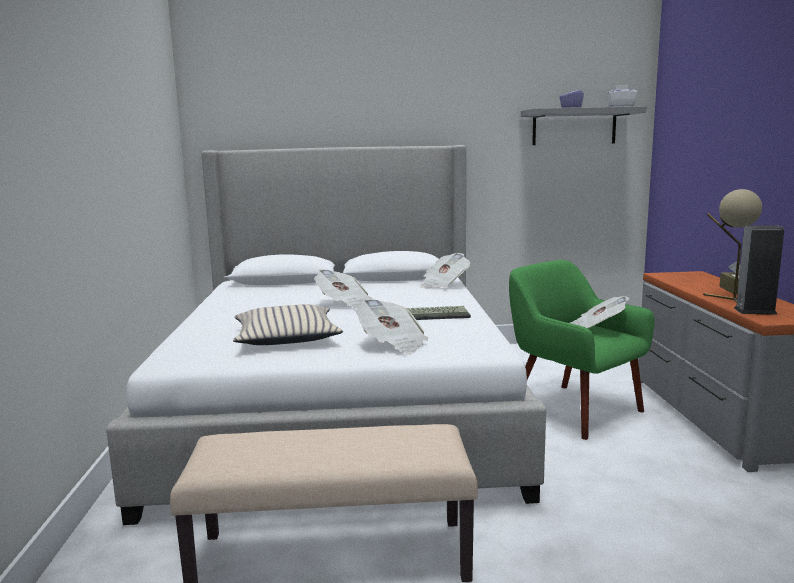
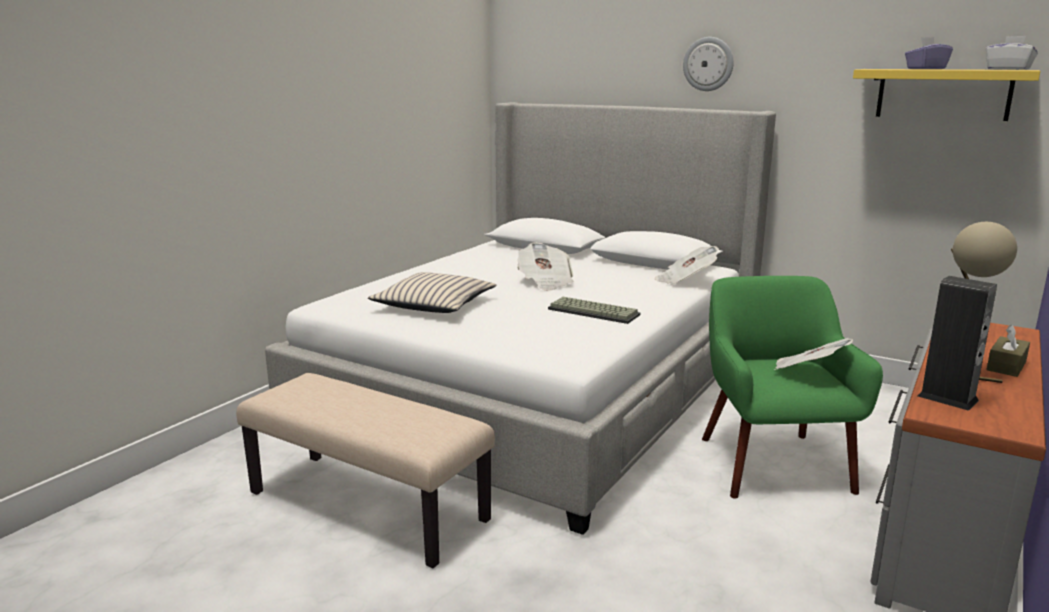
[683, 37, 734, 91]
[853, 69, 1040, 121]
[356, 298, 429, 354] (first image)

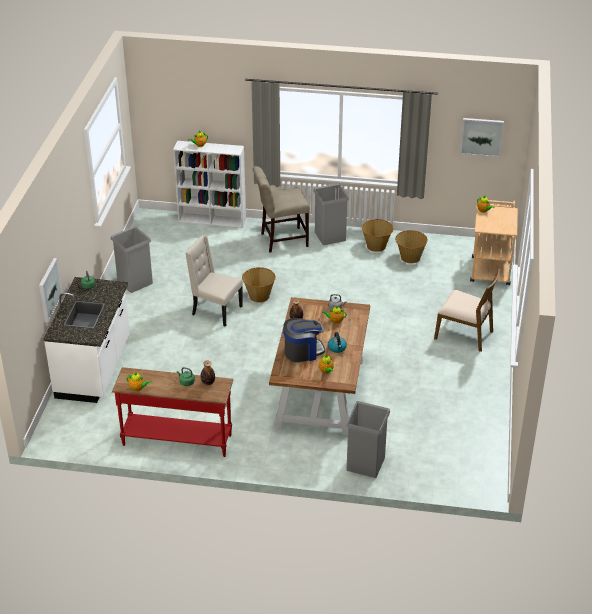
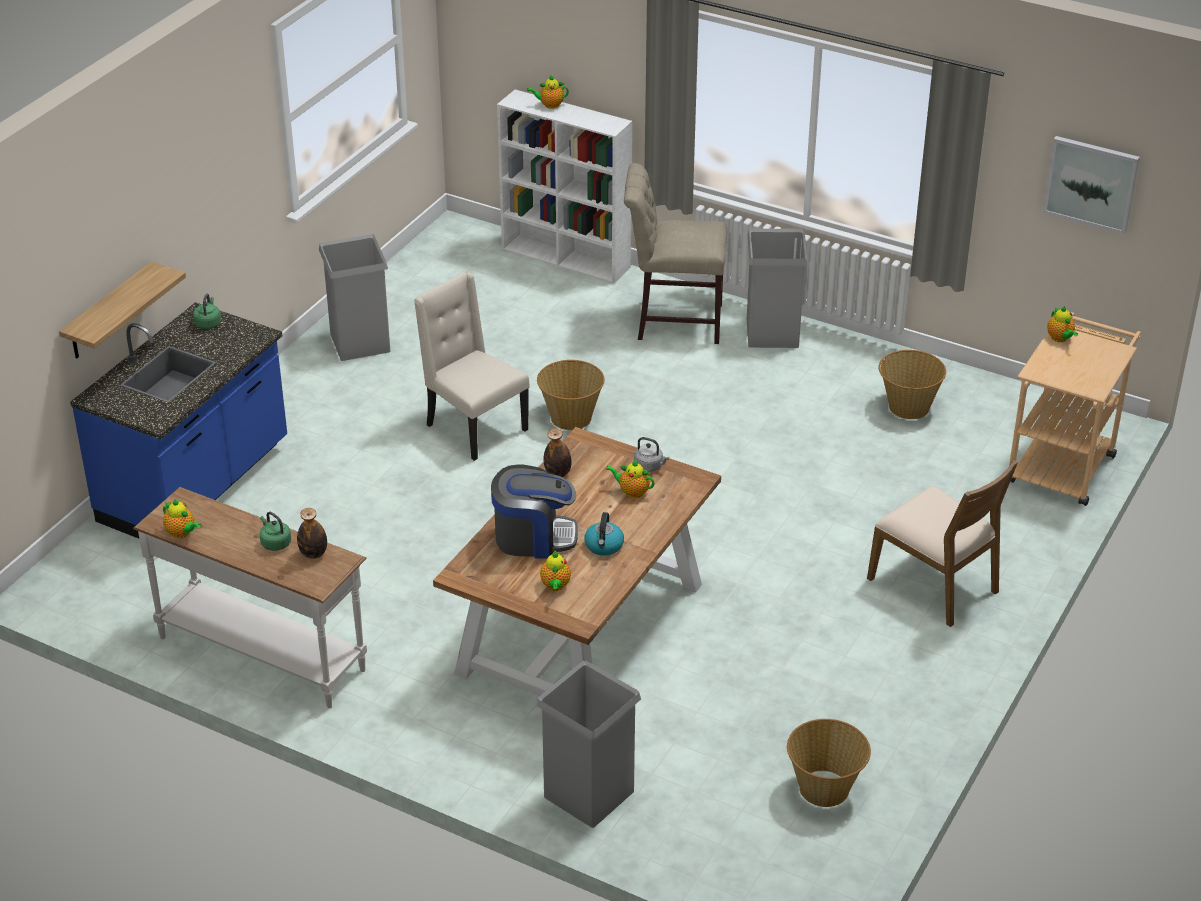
[59, 261, 186, 359]
[70, 302, 287, 539]
[133, 487, 367, 708]
[787, 719, 871, 807]

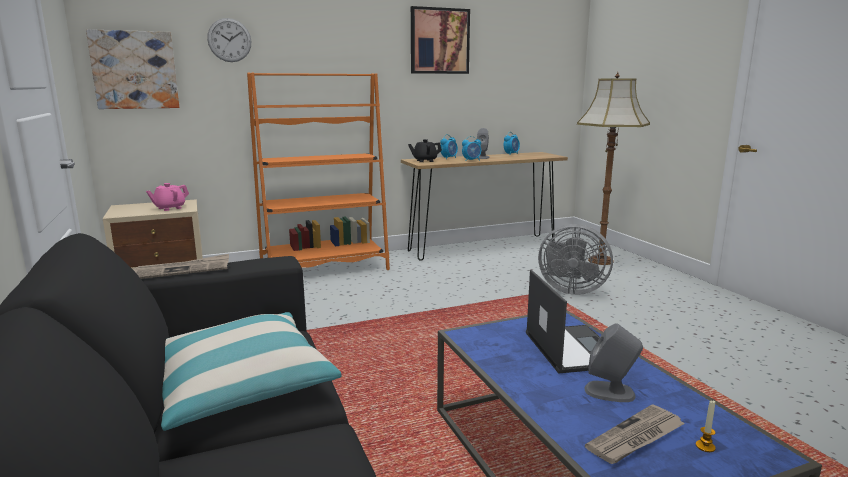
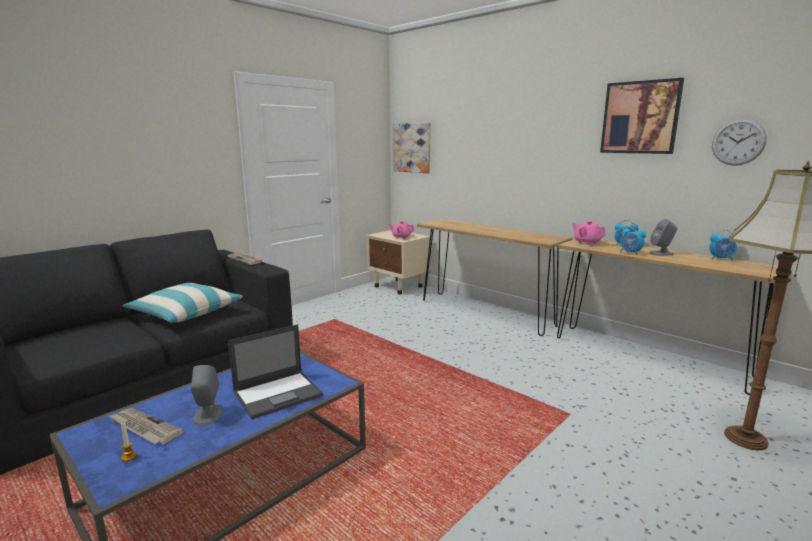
[417, 219, 573, 336]
[572, 221, 606, 245]
[712, 119, 767, 166]
[538, 224, 613, 295] (first image)

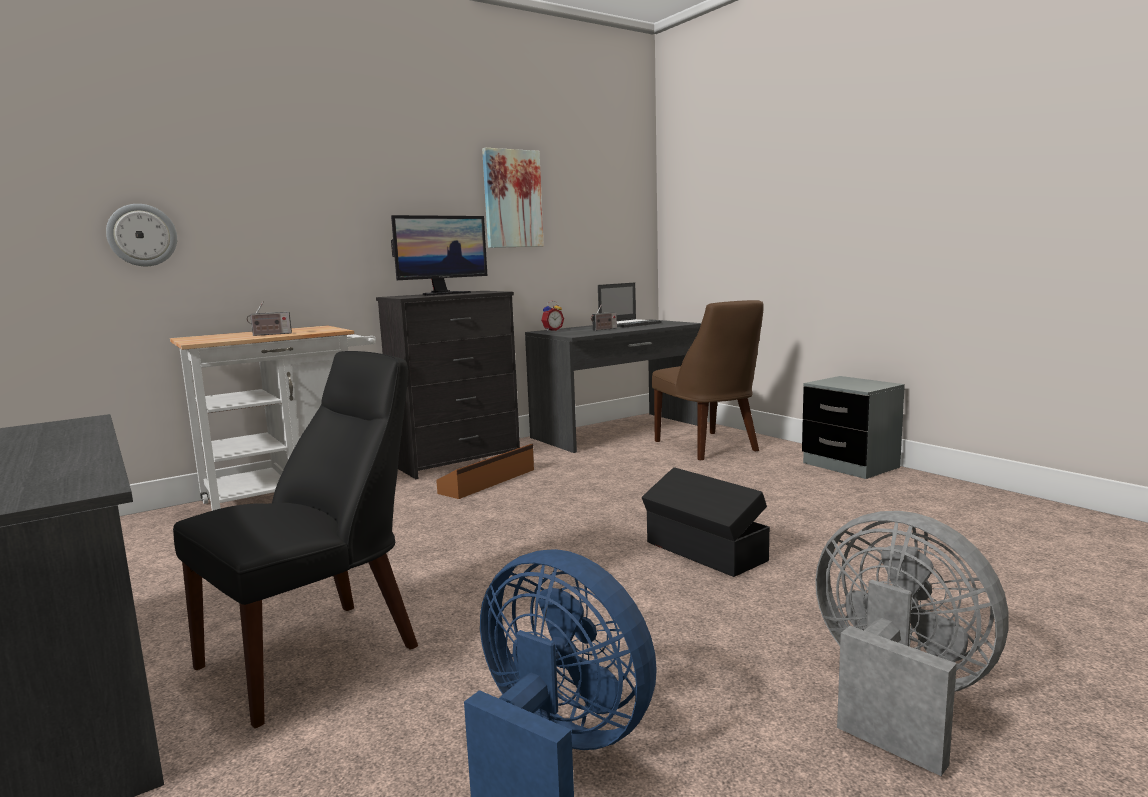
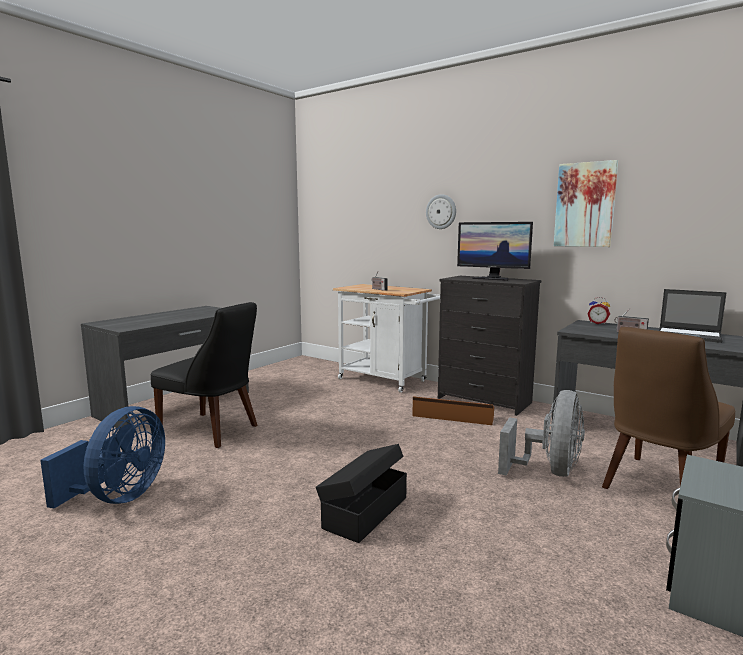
[426, 194, 456, 229]
[498, 390, 585, 477]

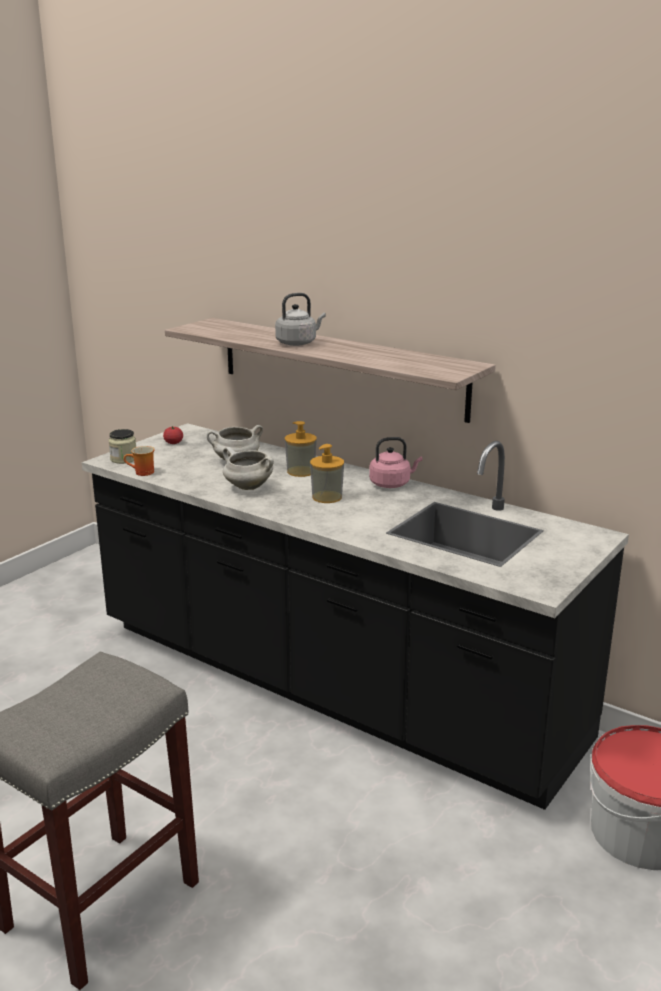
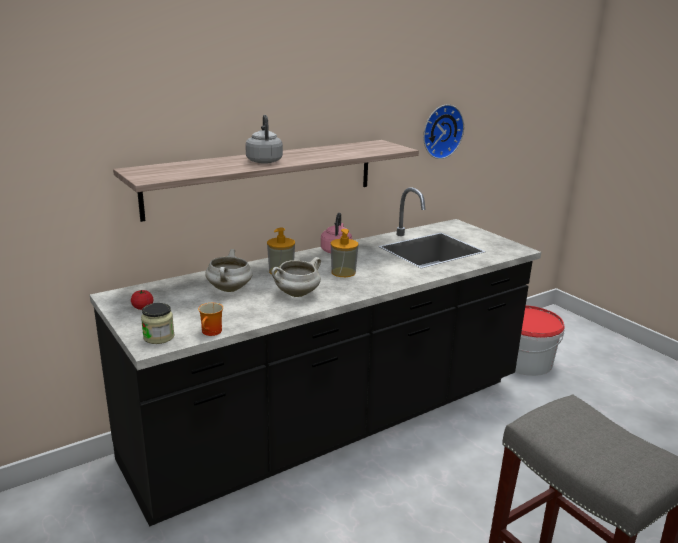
[423, 104, 464, 159]

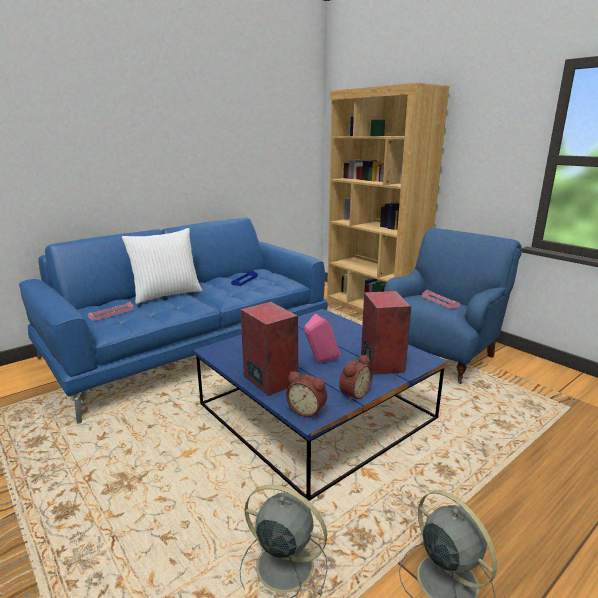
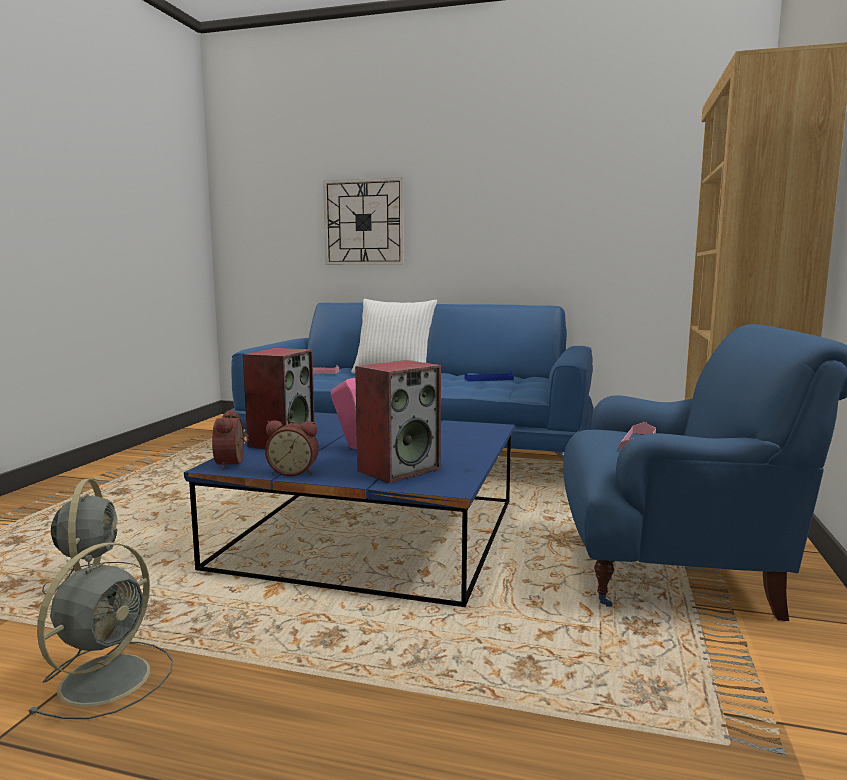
[323, 177, 404, 265]

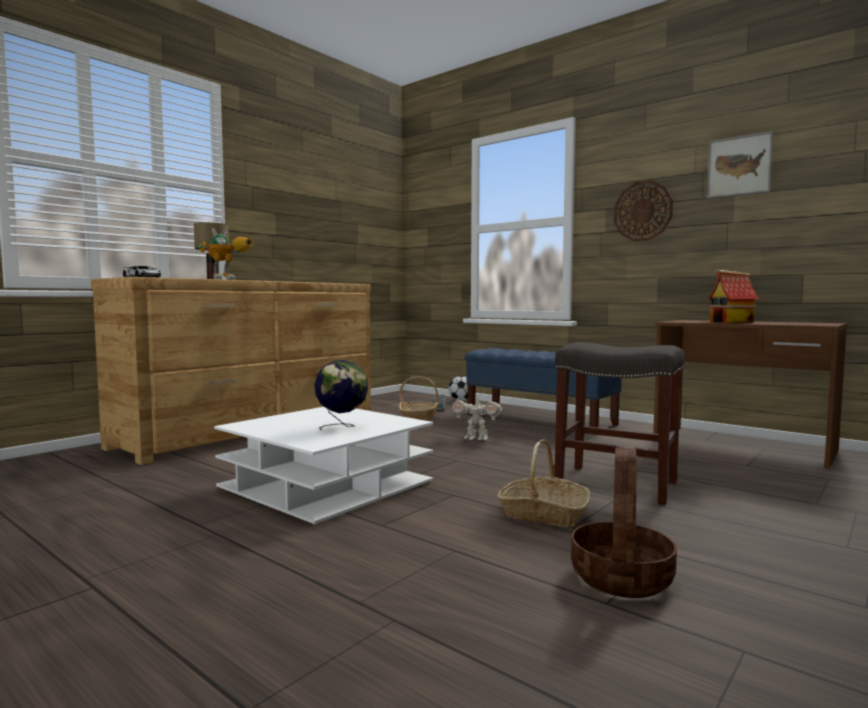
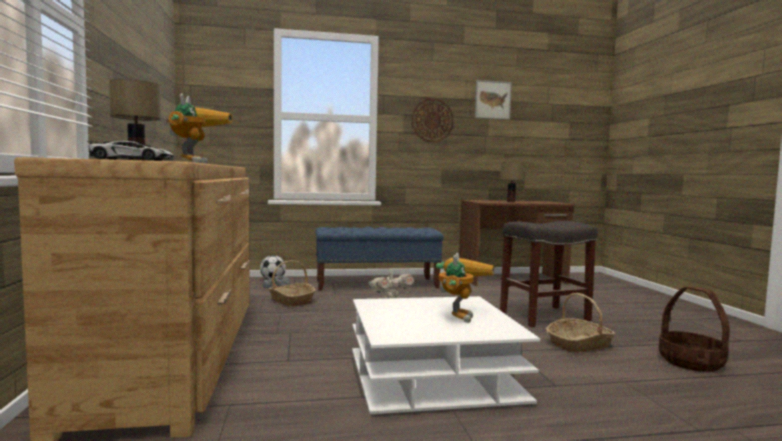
[436, 253, 494, 323]
[501, 163, 524, 202]

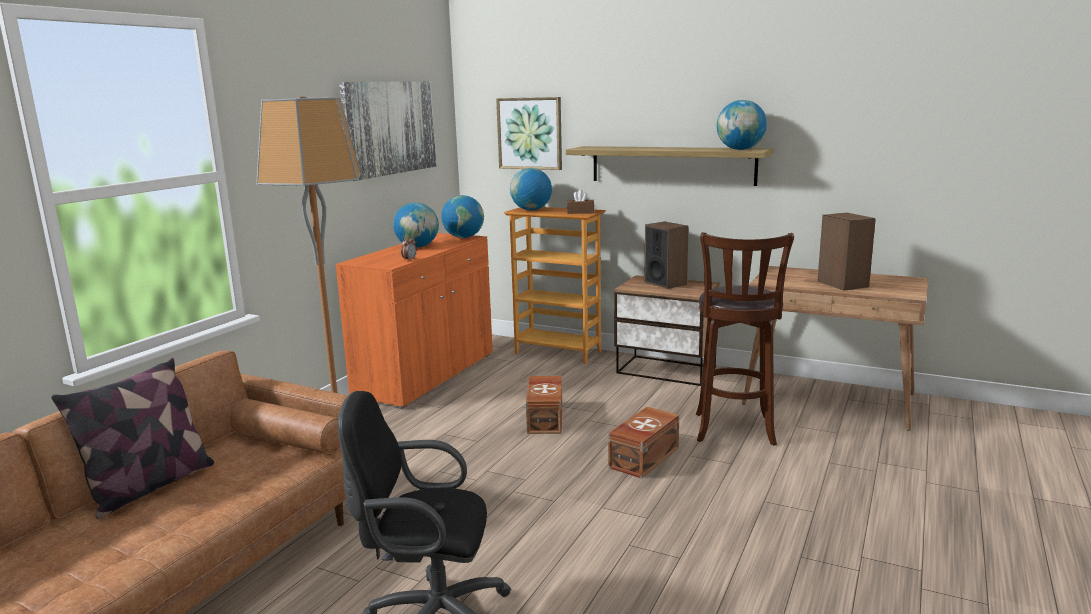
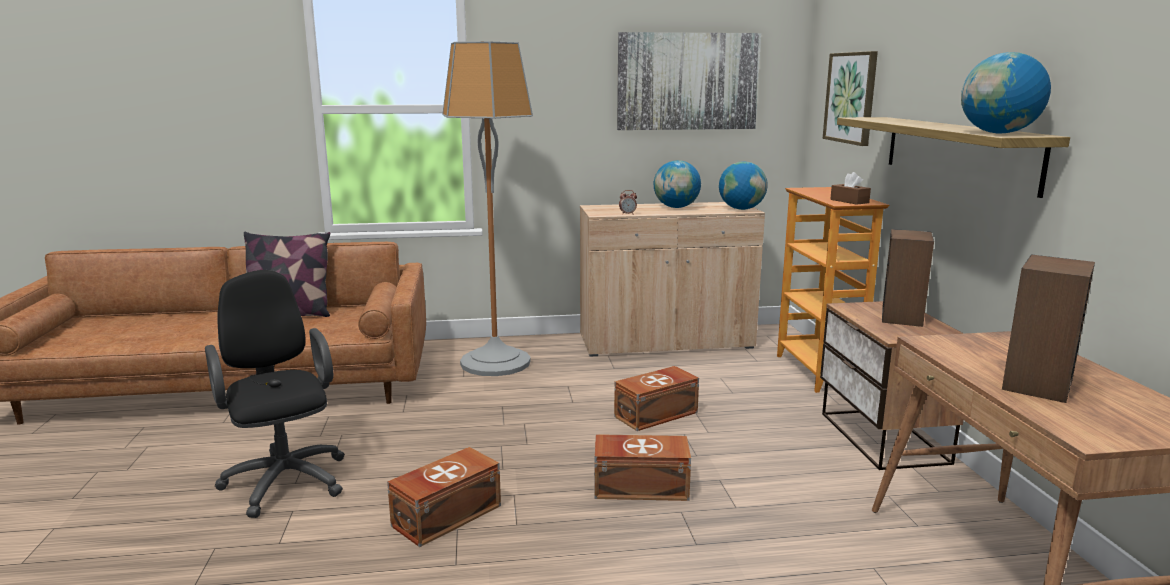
[387, 447, 501, 547]
[580, 202, 765, 356]
[510, 168, 552, 210] (first image)
[696, 232, 794, 446] (first image)

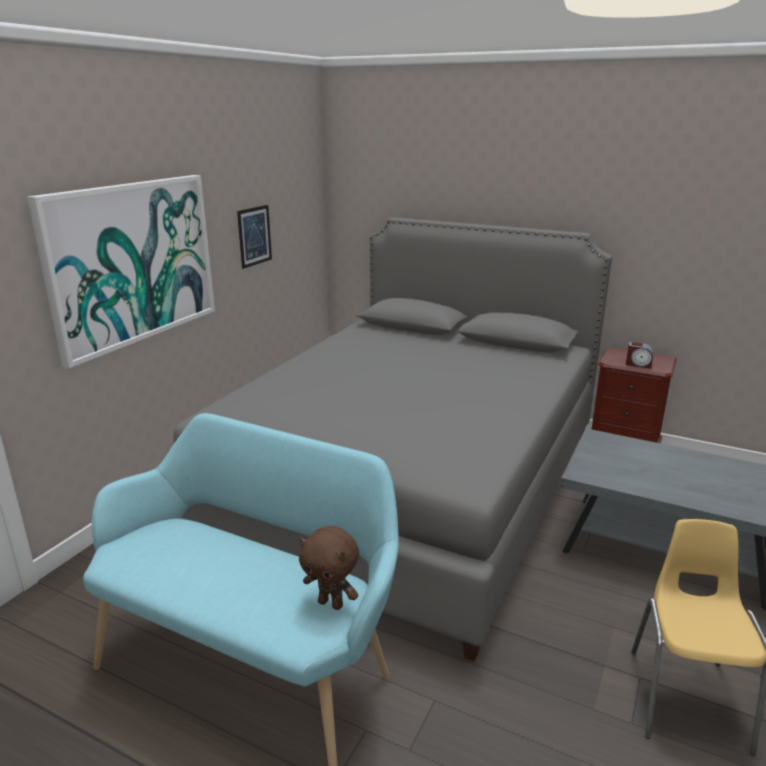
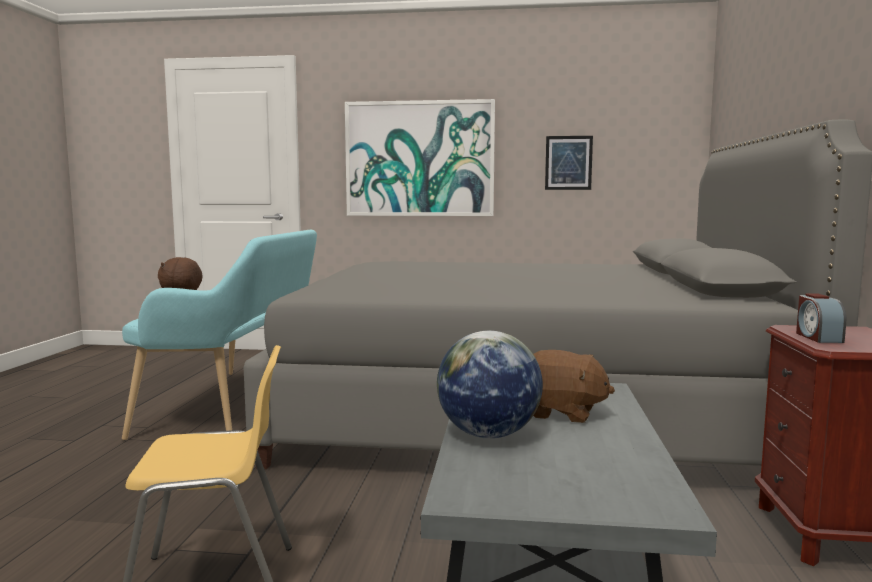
[437, 331, 543, 439]
[533, 350, 615, 423]

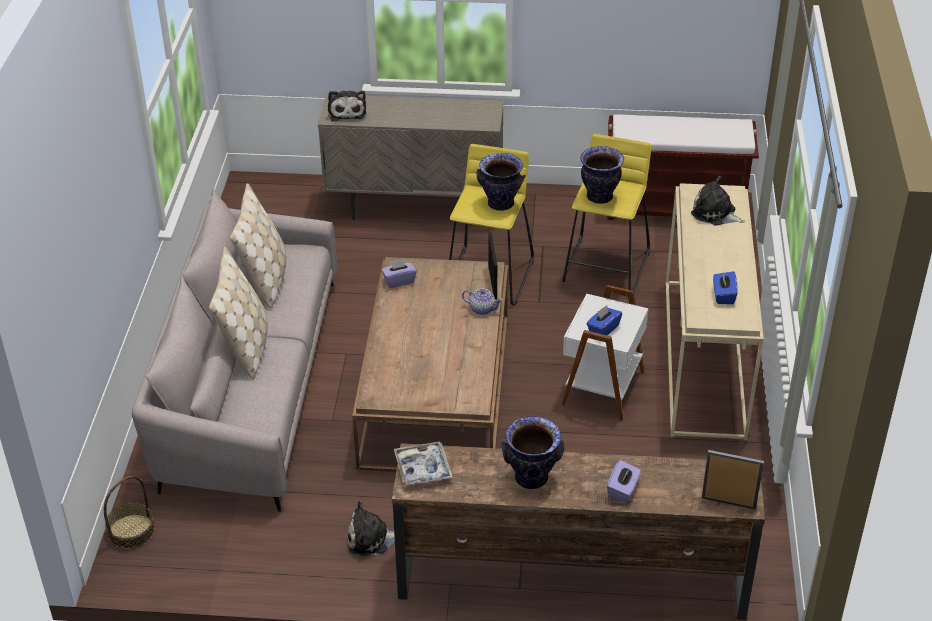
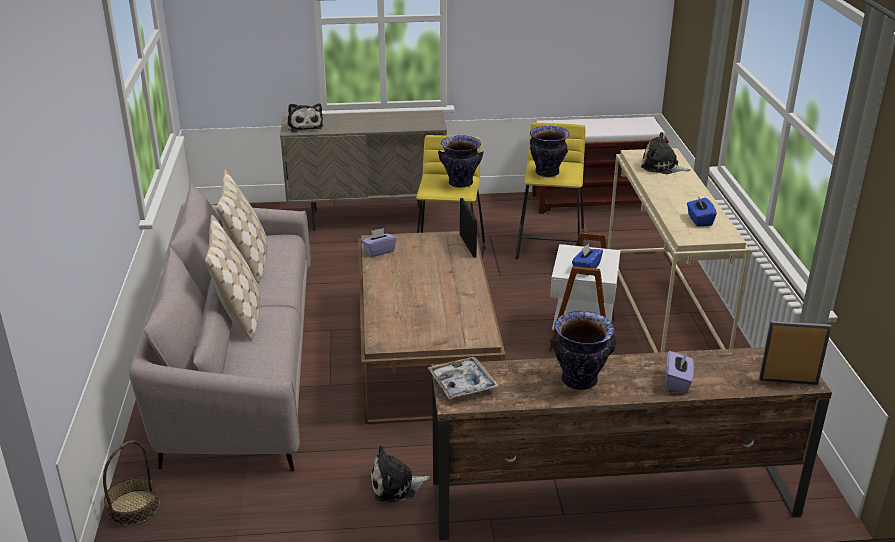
[462, 288, 503, 315] (first image)

